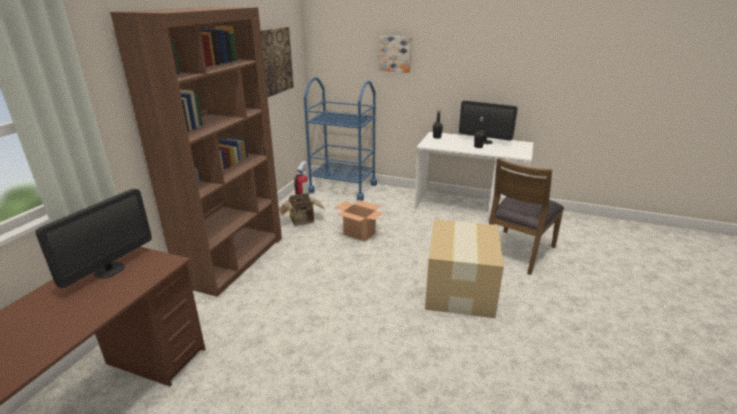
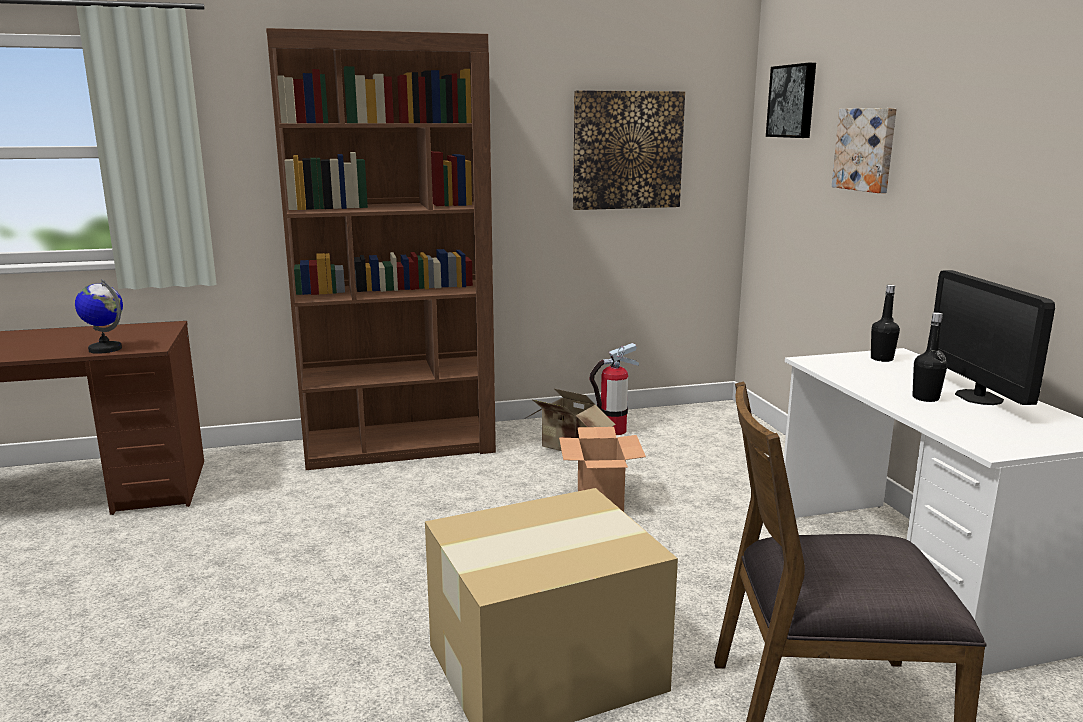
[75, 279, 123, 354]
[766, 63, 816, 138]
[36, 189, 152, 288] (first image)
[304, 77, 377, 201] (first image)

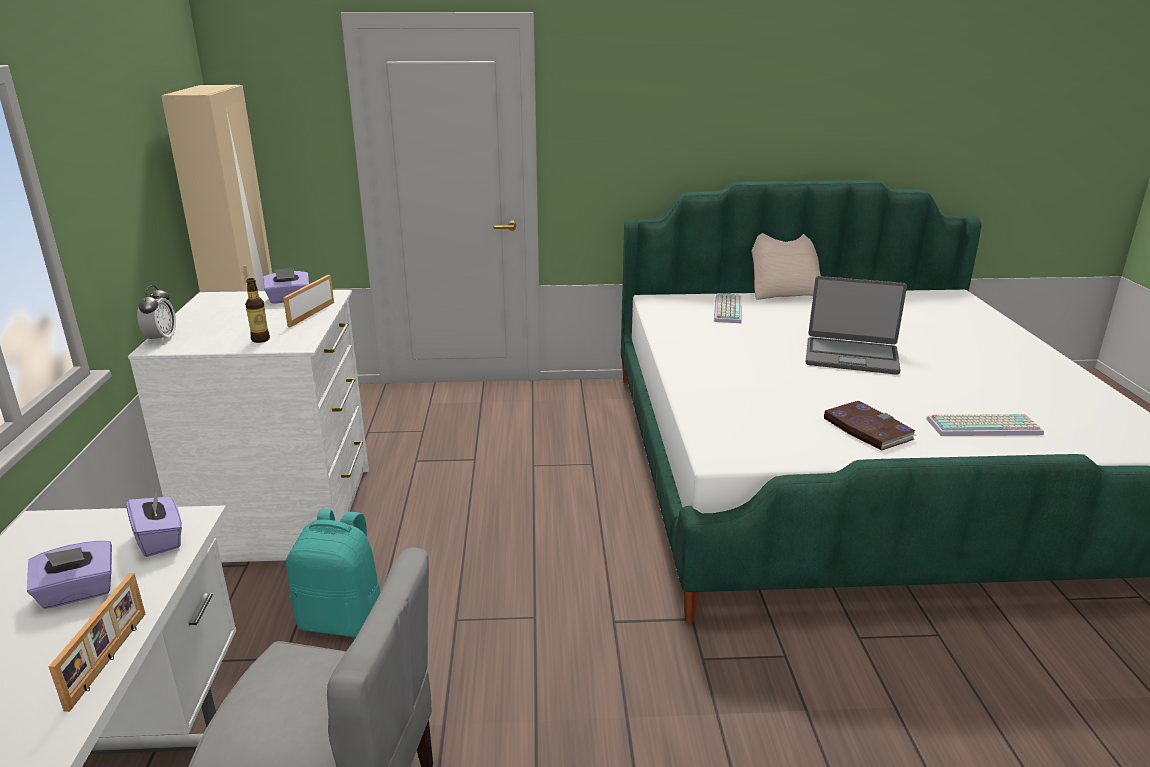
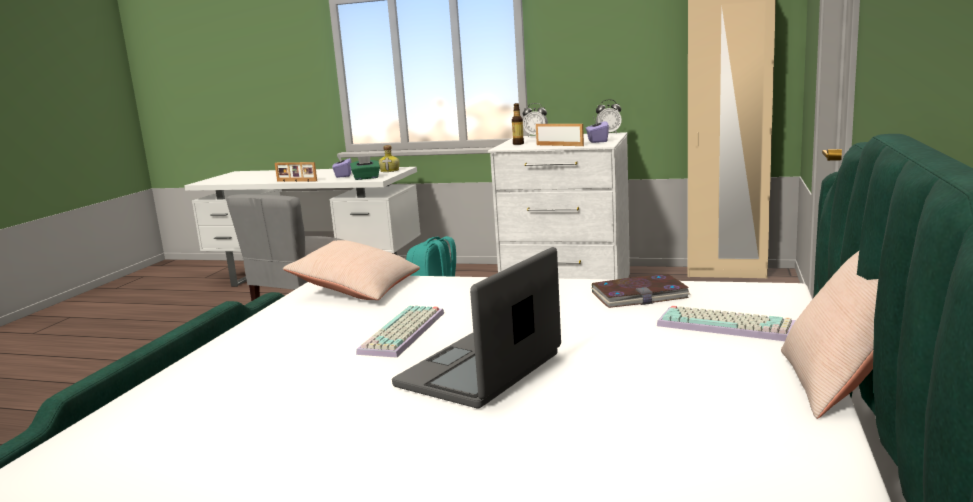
[283, 240, 420, 300]
[350, 156, 380, 180]
[356, 306, 444, 358]
[379, 145, 400, 172]
[591, 274, 690, 308]
[596, 99, 622, 133]

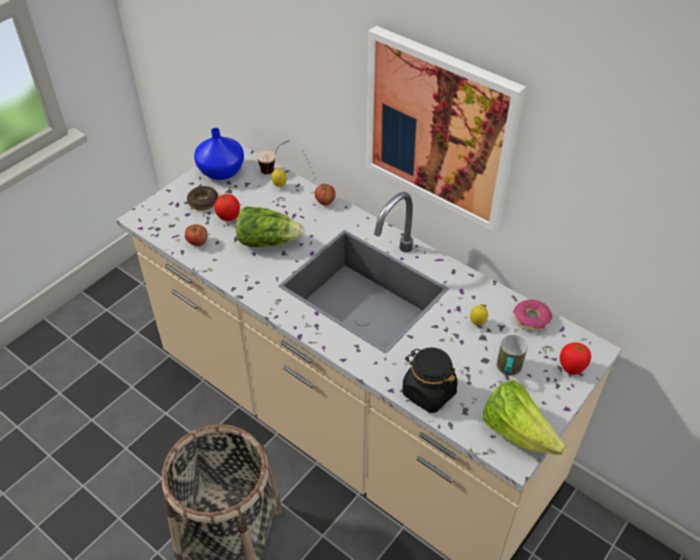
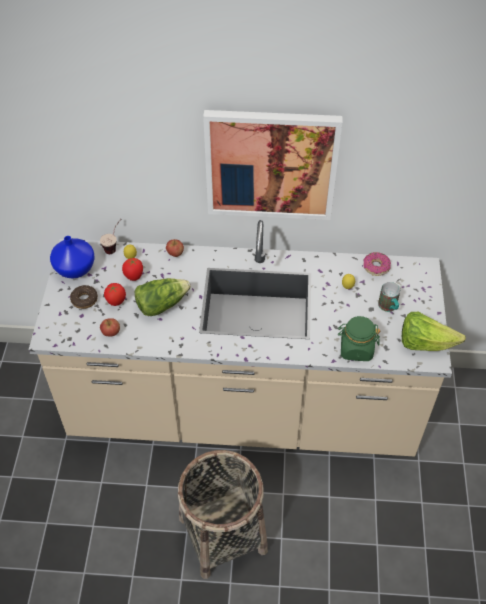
[122, 258, 143, 281]
[338, 316, 380, 361]

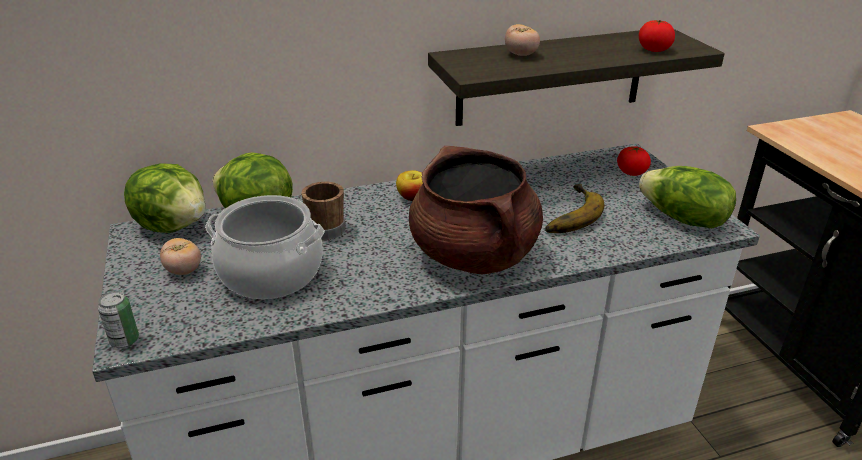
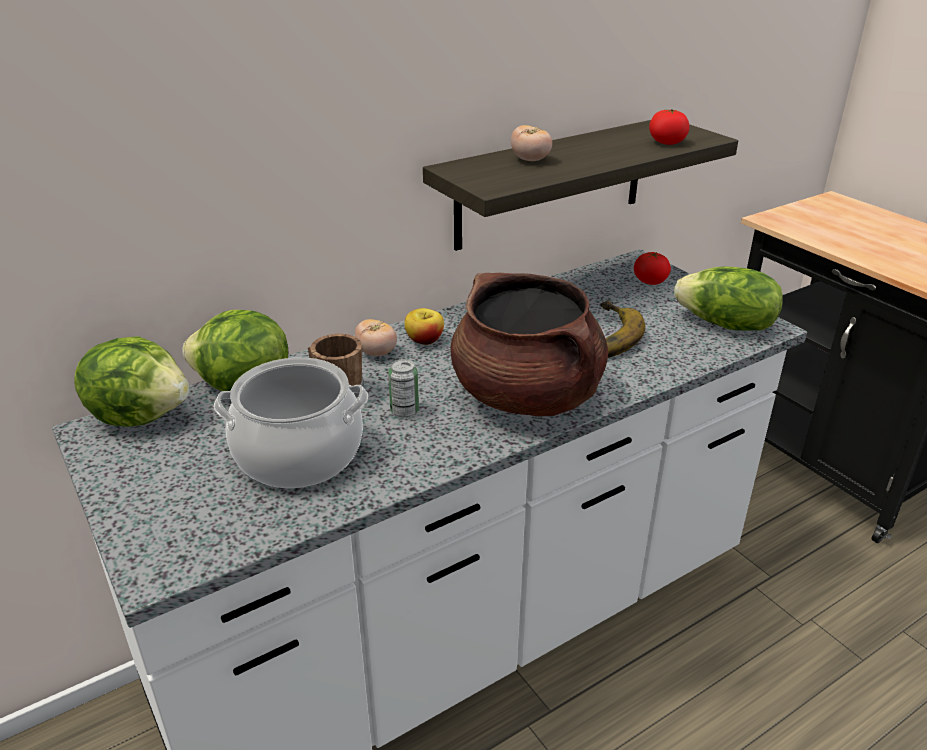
[355, 319, 397, 356]
[388, 359, 419, 417]

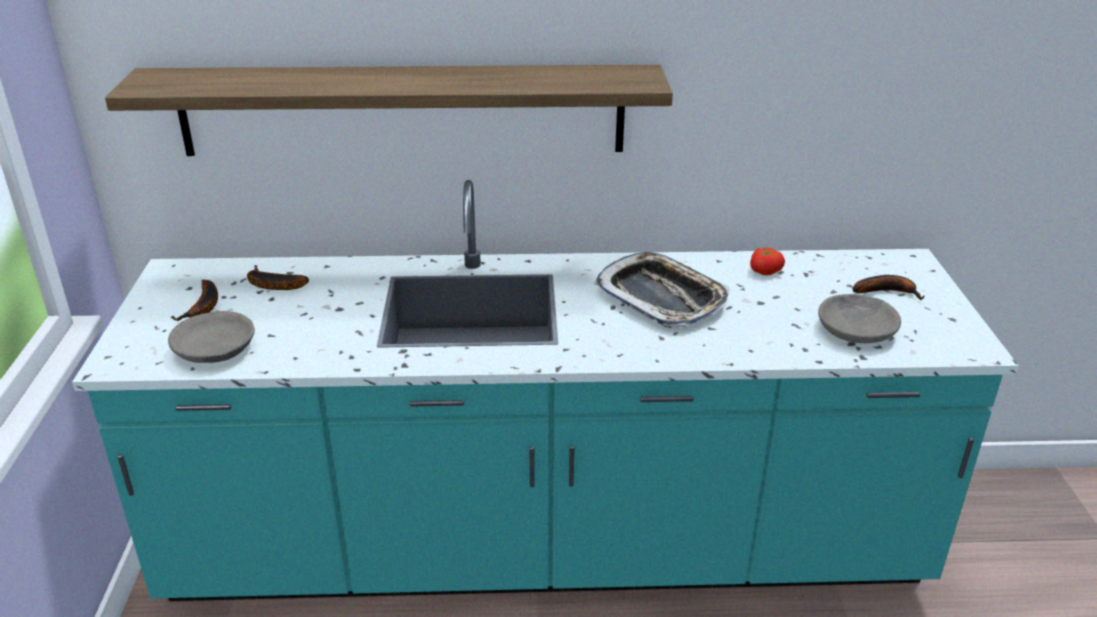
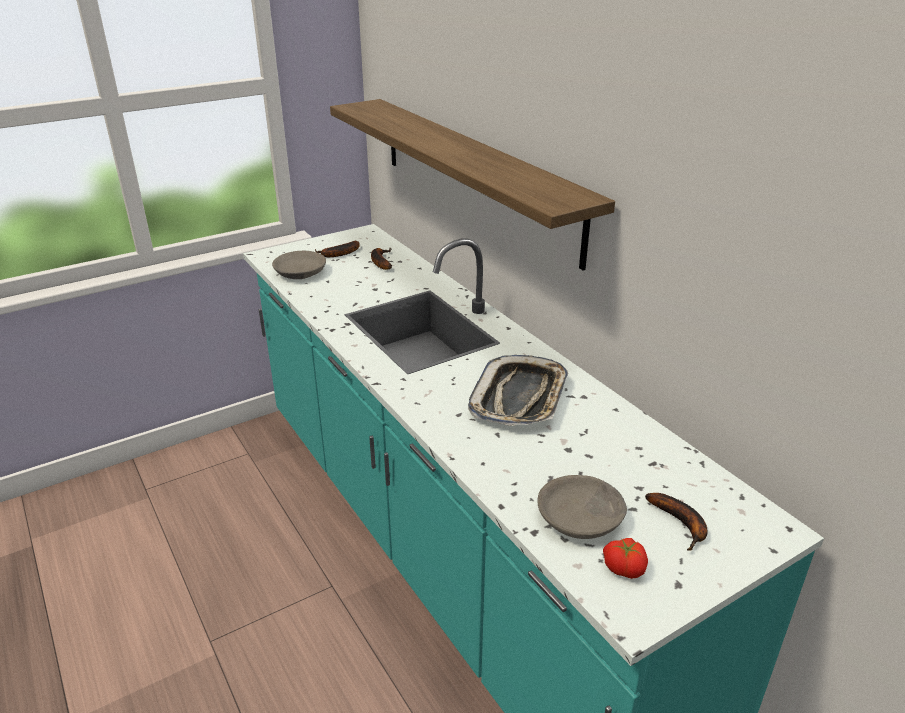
[603, 538, 648, 579]

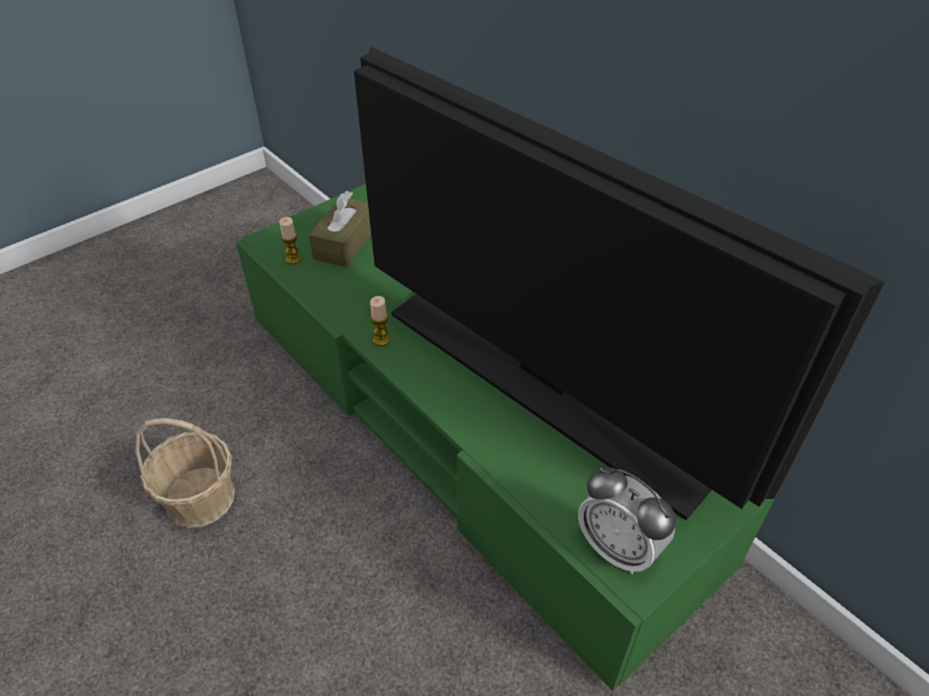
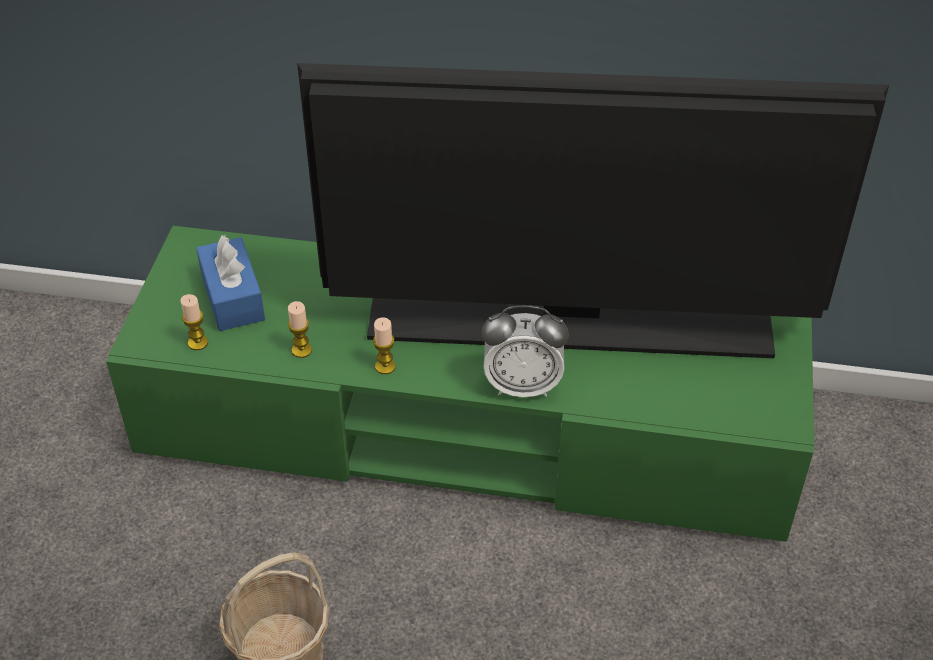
[196, 235, 265, 331]
[288, 301, 312, 358]
[482, 305, 569, 397]

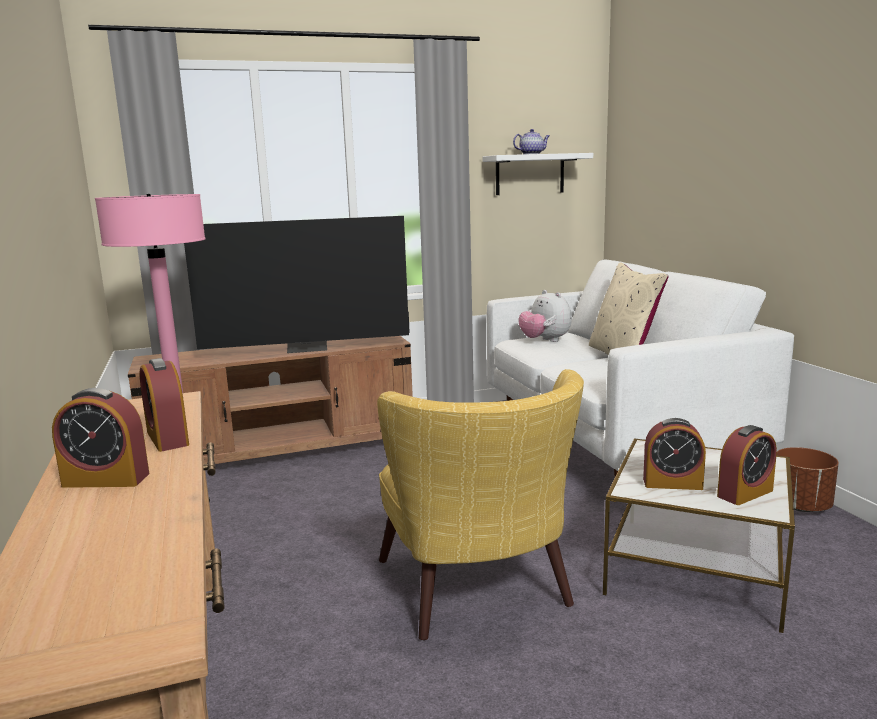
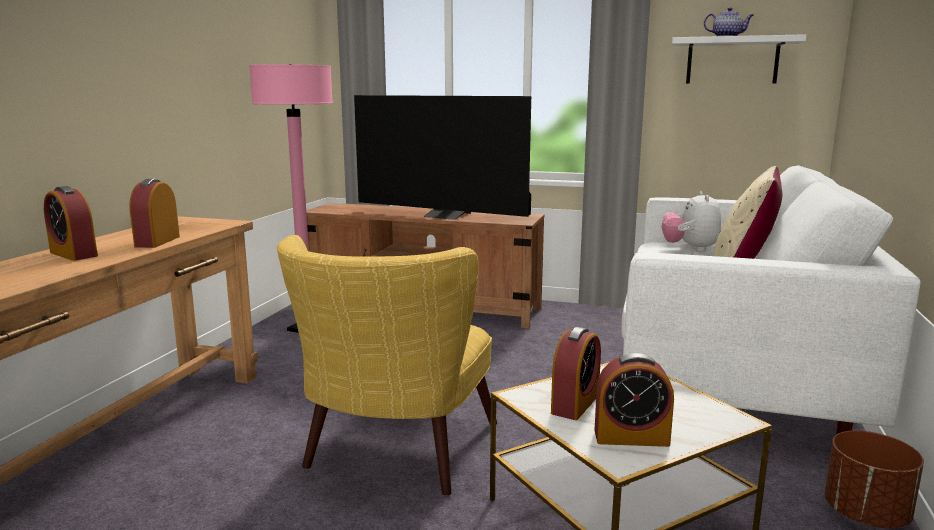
[551, 327, 601, 420]

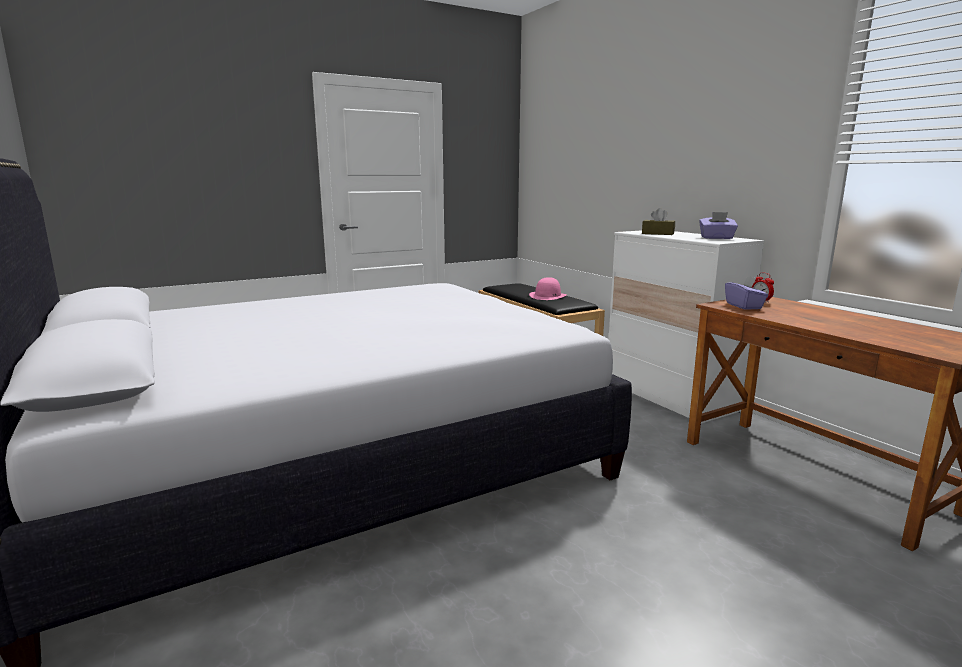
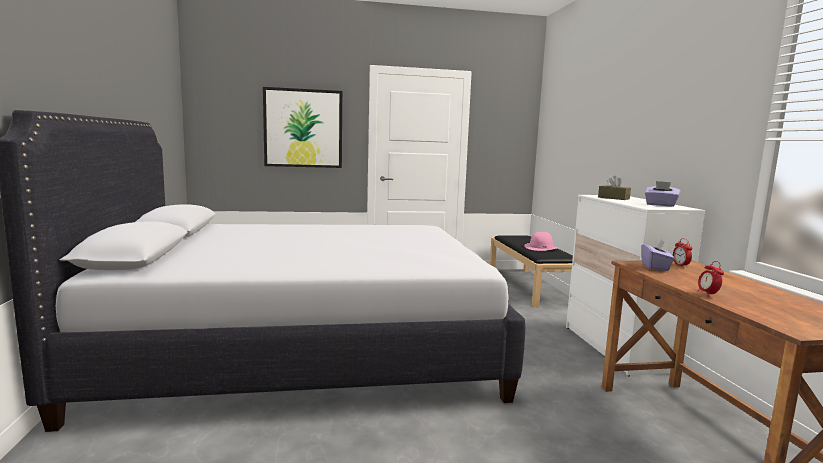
[263, 87, 342, 168]
[698, 261, 724, 295]

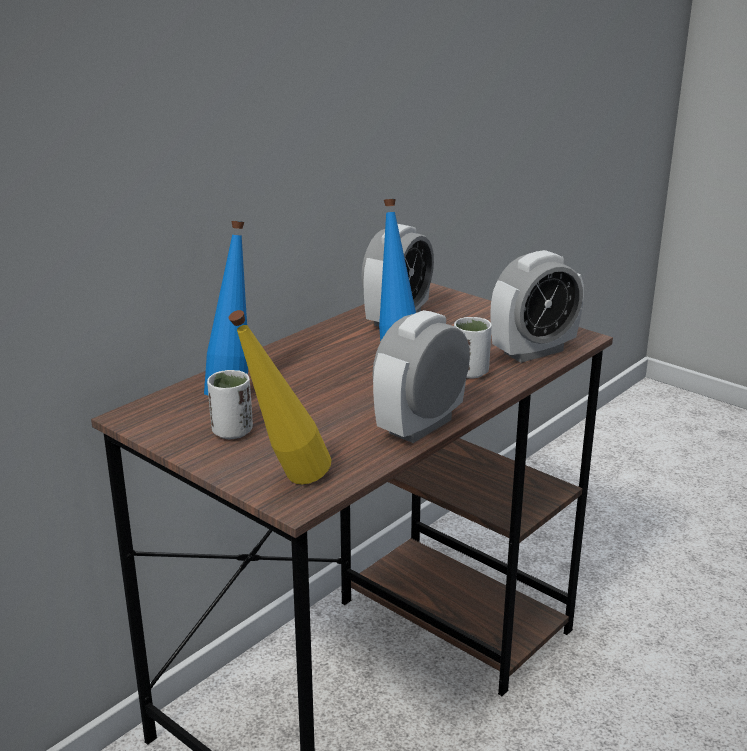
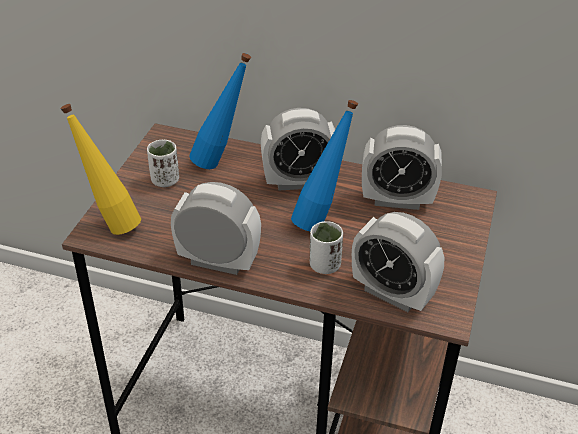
[261, 108, 335, 191]

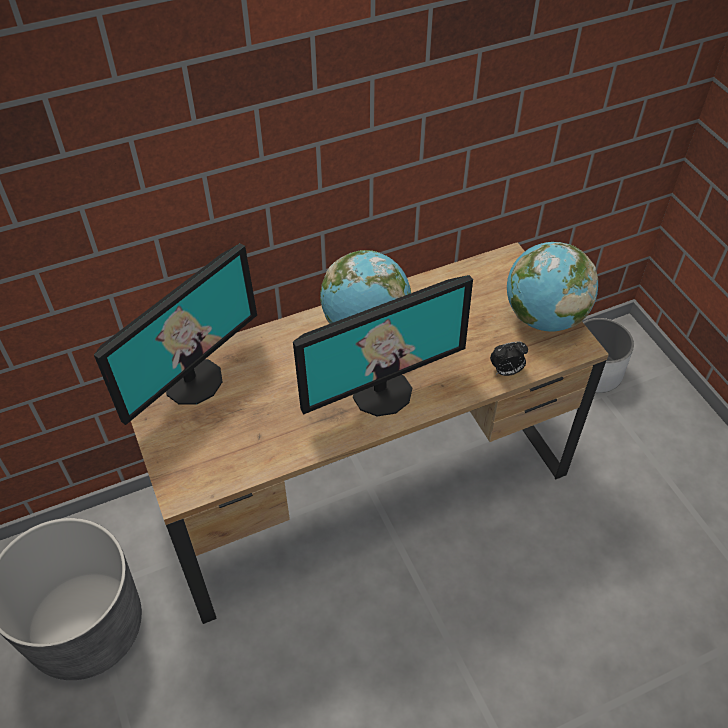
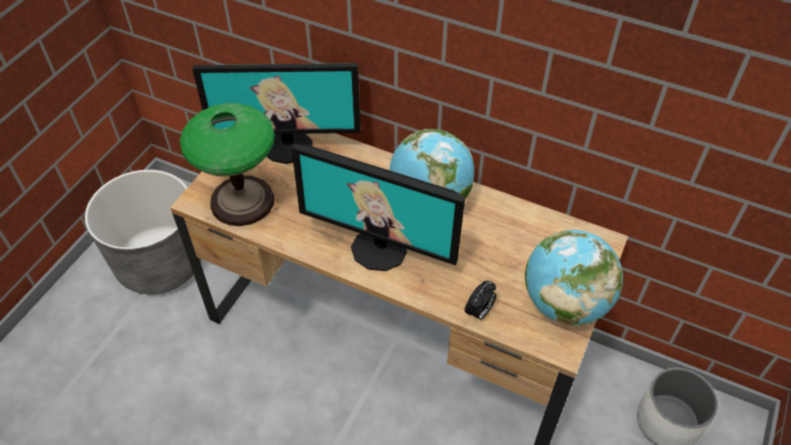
[180, 103, 275, 226]
[465, 281, 496, 321]

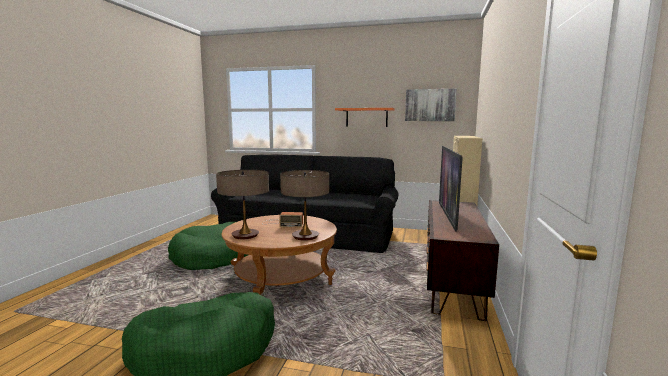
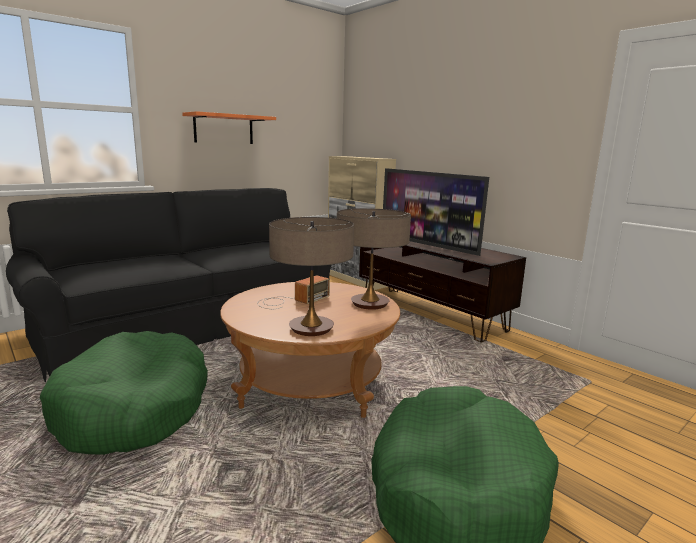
[405, 89, 457, 121] (first image)

